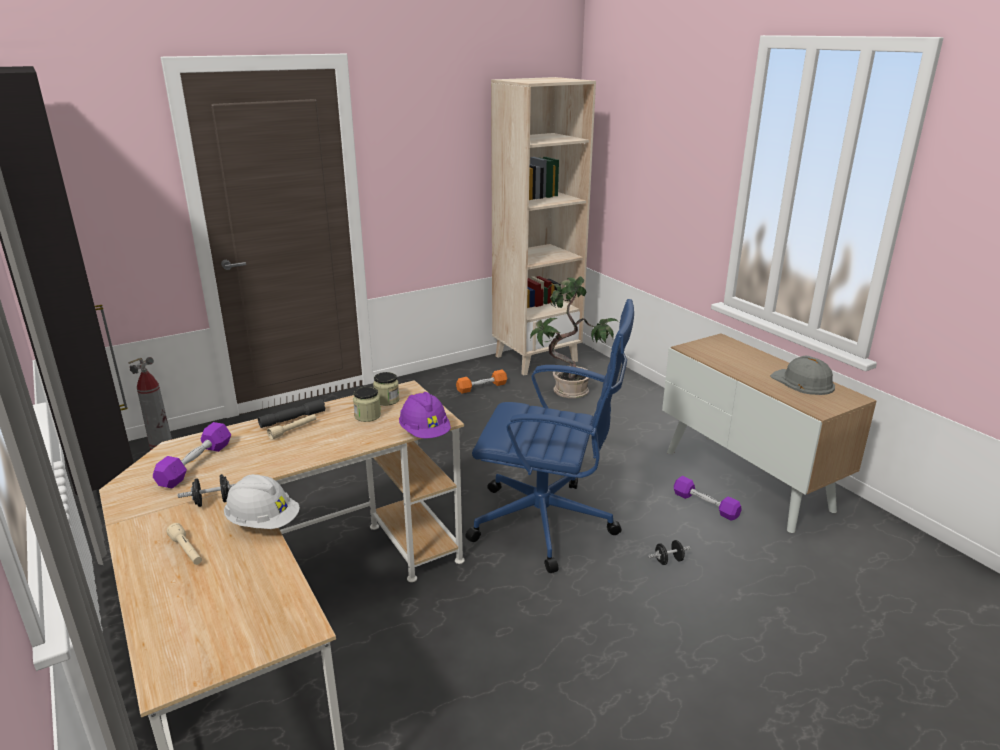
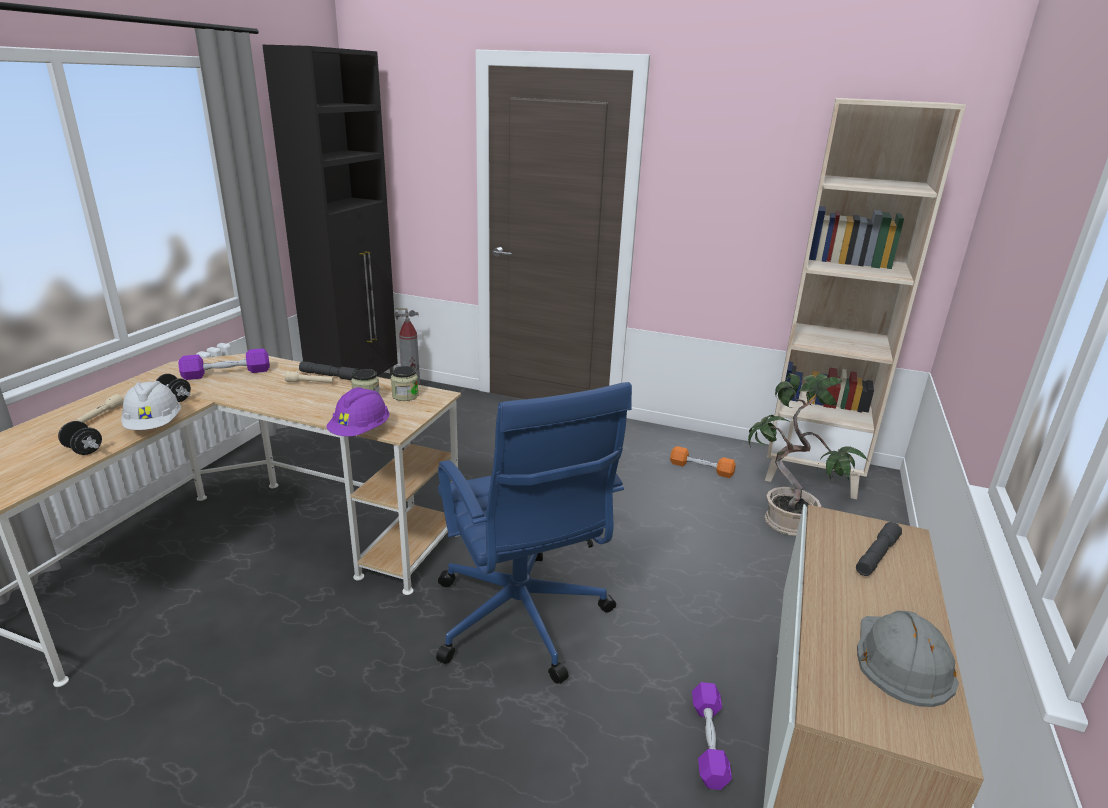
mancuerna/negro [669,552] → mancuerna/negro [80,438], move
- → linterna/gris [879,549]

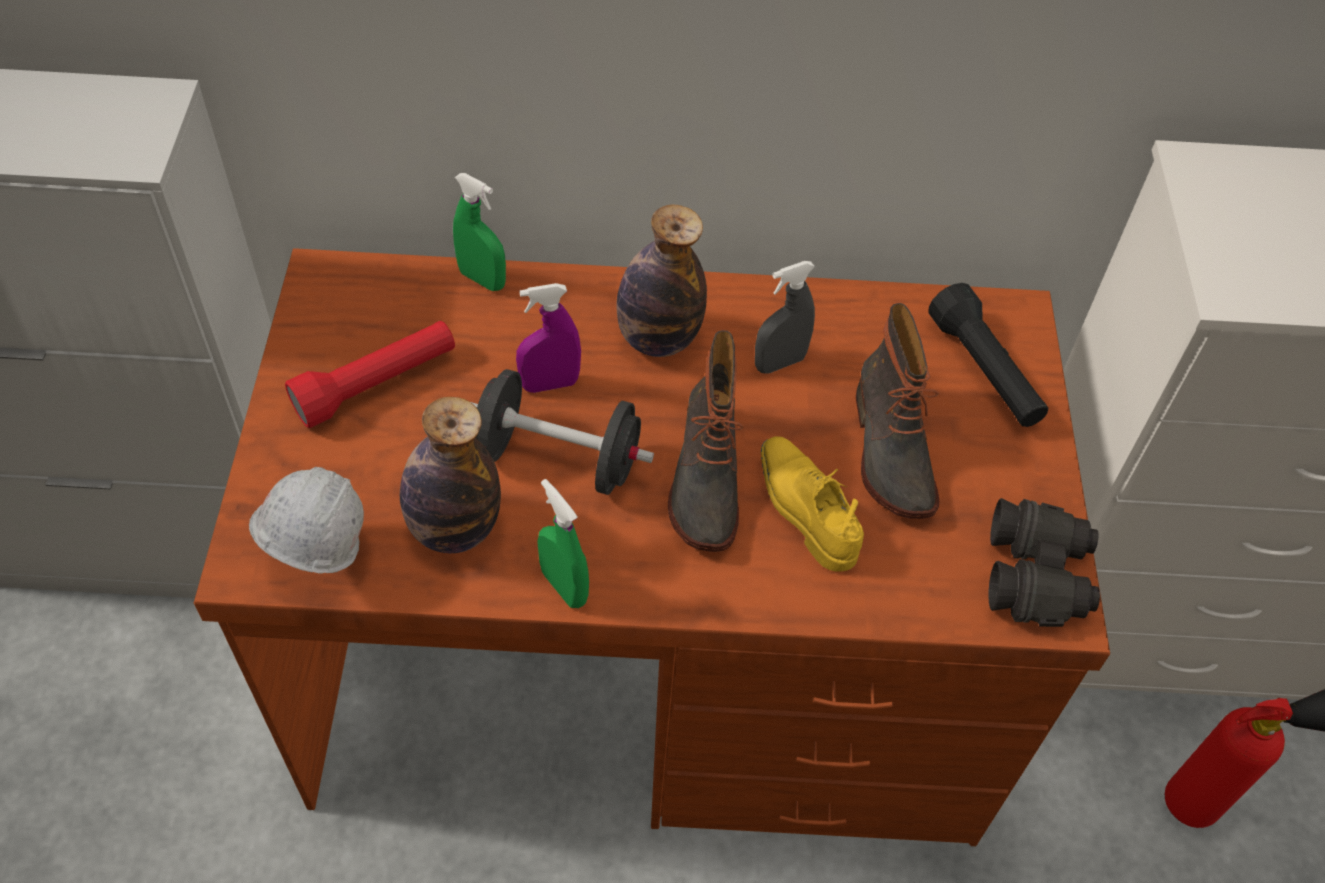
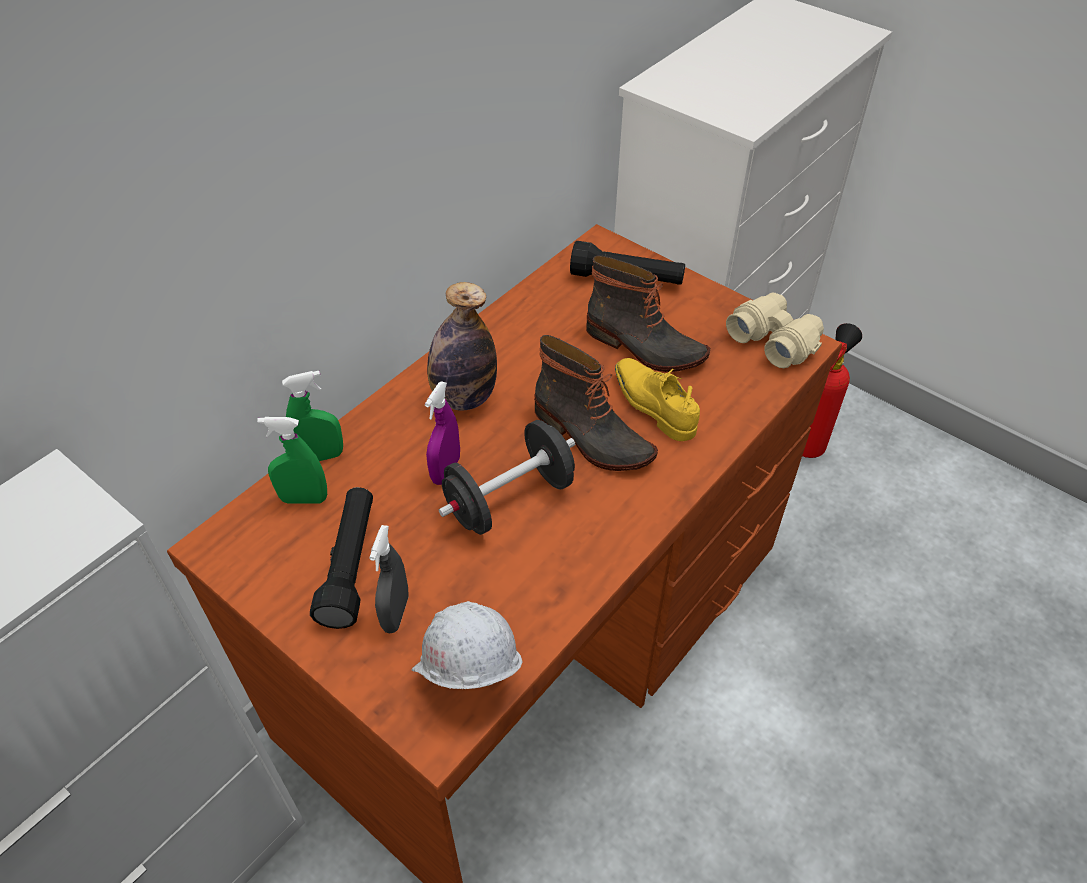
linterna/rojo [370,375] → linterna/negro [341,558]
botella [450,475] → -
pulverizador/verde [563,543] → pulverizador/verde [292,460], move
pulverizador/gris [785,317] → pulverizador/gris [389,579], move
zapato/amarillo [812,504] → zapato/amarillo [657,399], 45 degrees clockwise
prismáticos/negro [1044,562] → prismáticos/beis [775,330]

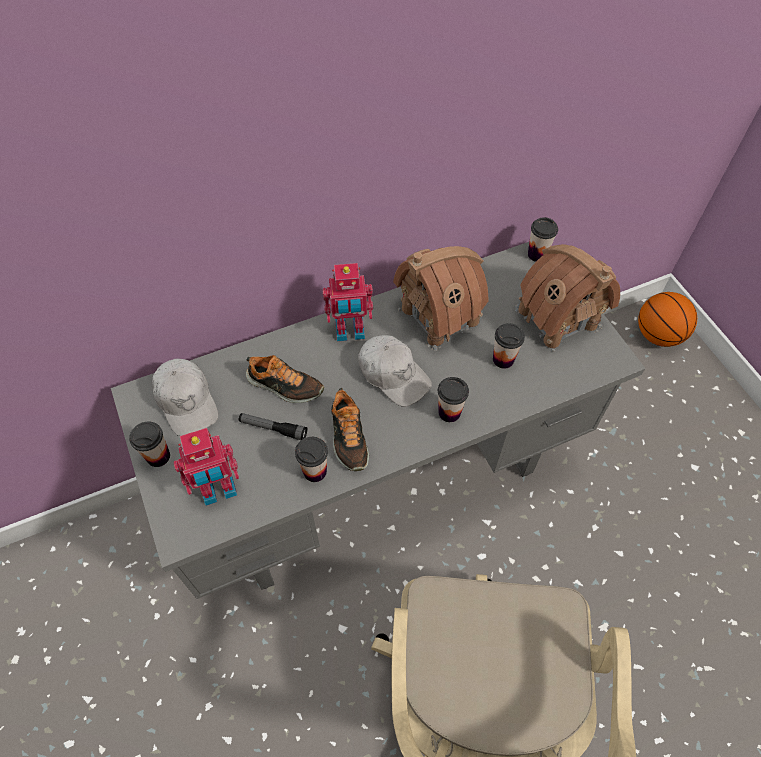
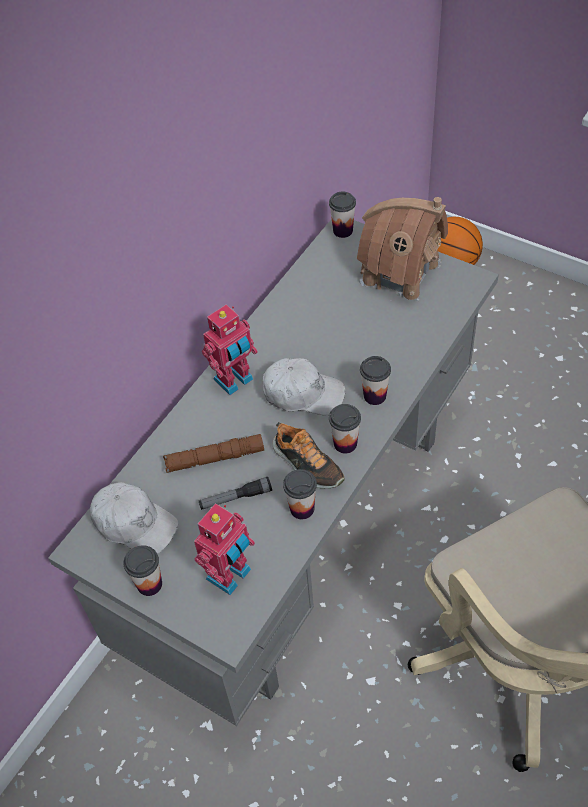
zapato [285,379] → linterna/marrón [213,453]
casita [441,298] → -
taza [509,346] → taza [345,429], move

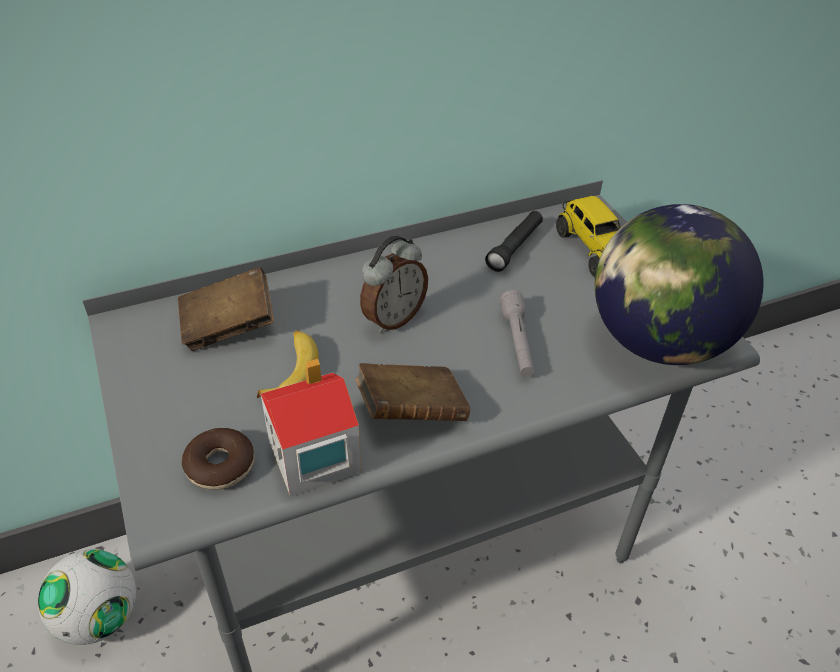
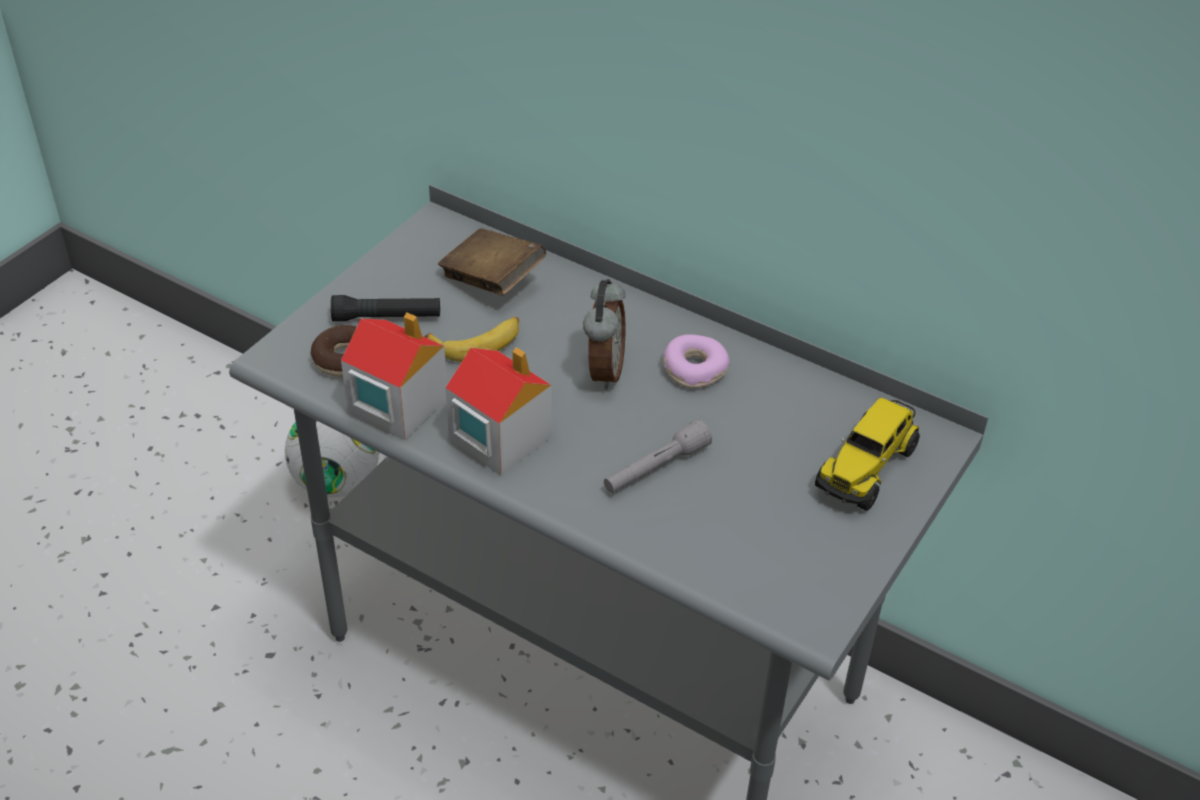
libro/marrón [412,392] → casita [499,411]
despertador [394,284] → despertador [604,334], 90 degrees counterclockwise
linterna/negro [514,241] → linterna/negro [385,308], move
globo terráqueo [679,284] → -
- → rosquilla [696,361]

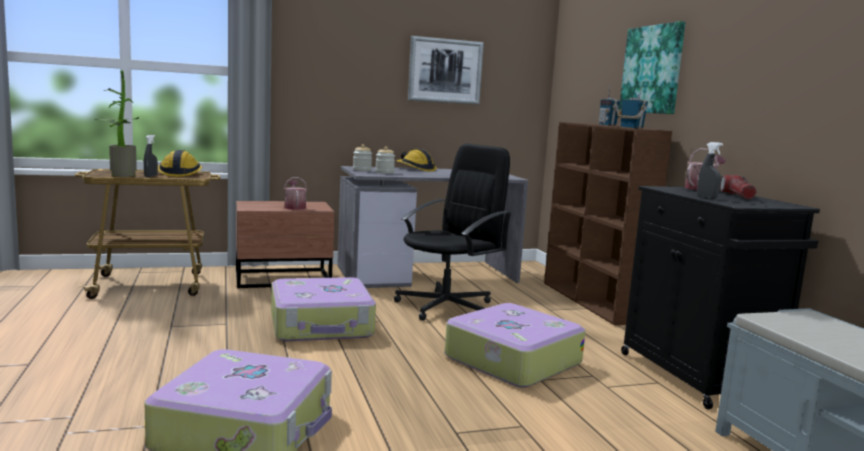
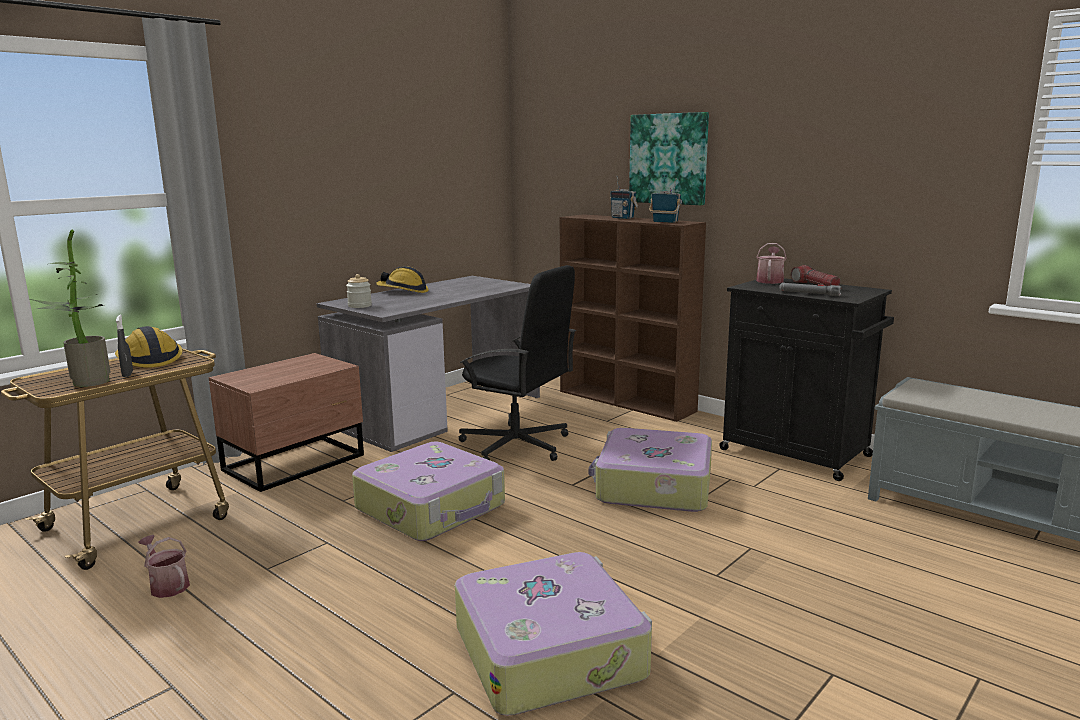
regadera [296,193] → regadera [164,566], move
tarro [385,160] → -
silla de oficina/negro [453,232] → silla de oficina/negro [517,363], 105 degrees clockwise
cuadro [446,70] → -
pulverizador/gris [710,170] → linterna/gris [810,289]

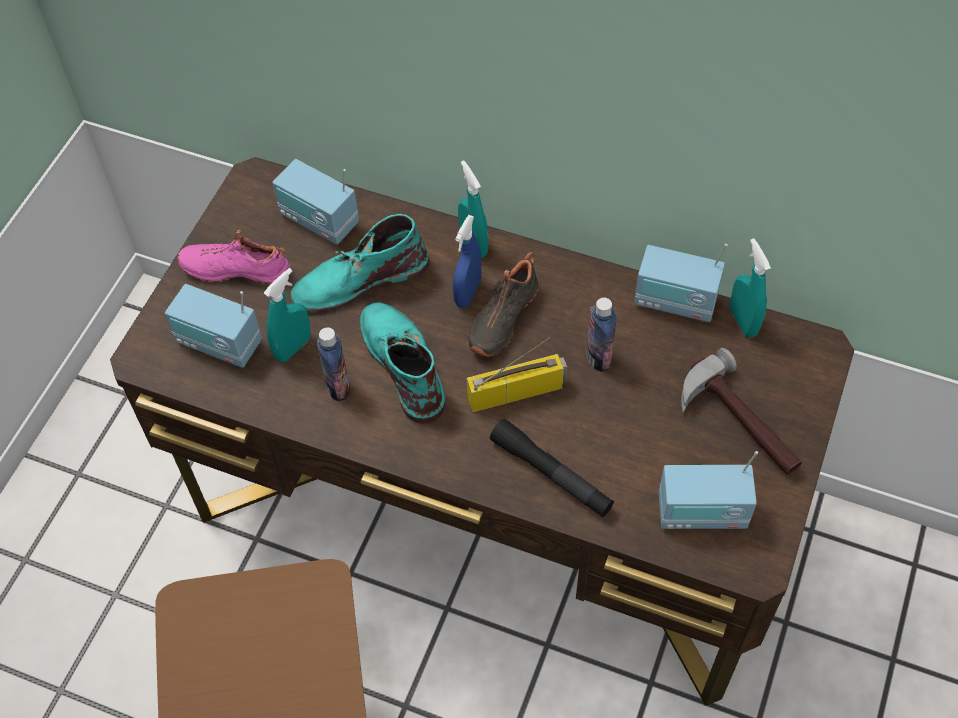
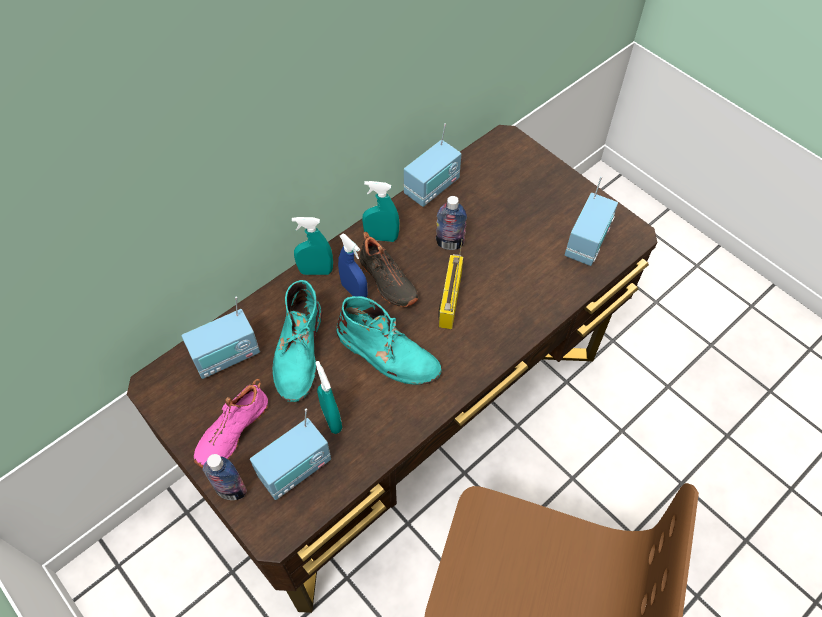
botella [333,364] → botella [225,477], move
bota/turquesa [402,363] → bota/turquesa [389,340], 150 degrees counterclockwise
linterna/negro [552,468] → -
martillo [741,411] → -
pulverizador/turquesa [750,288] → pulverizador/turquesa [380,211], move

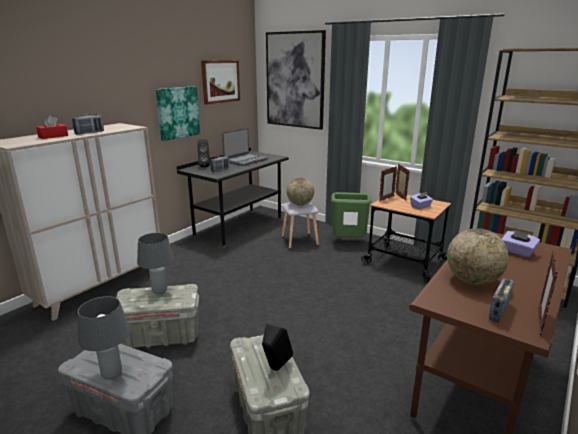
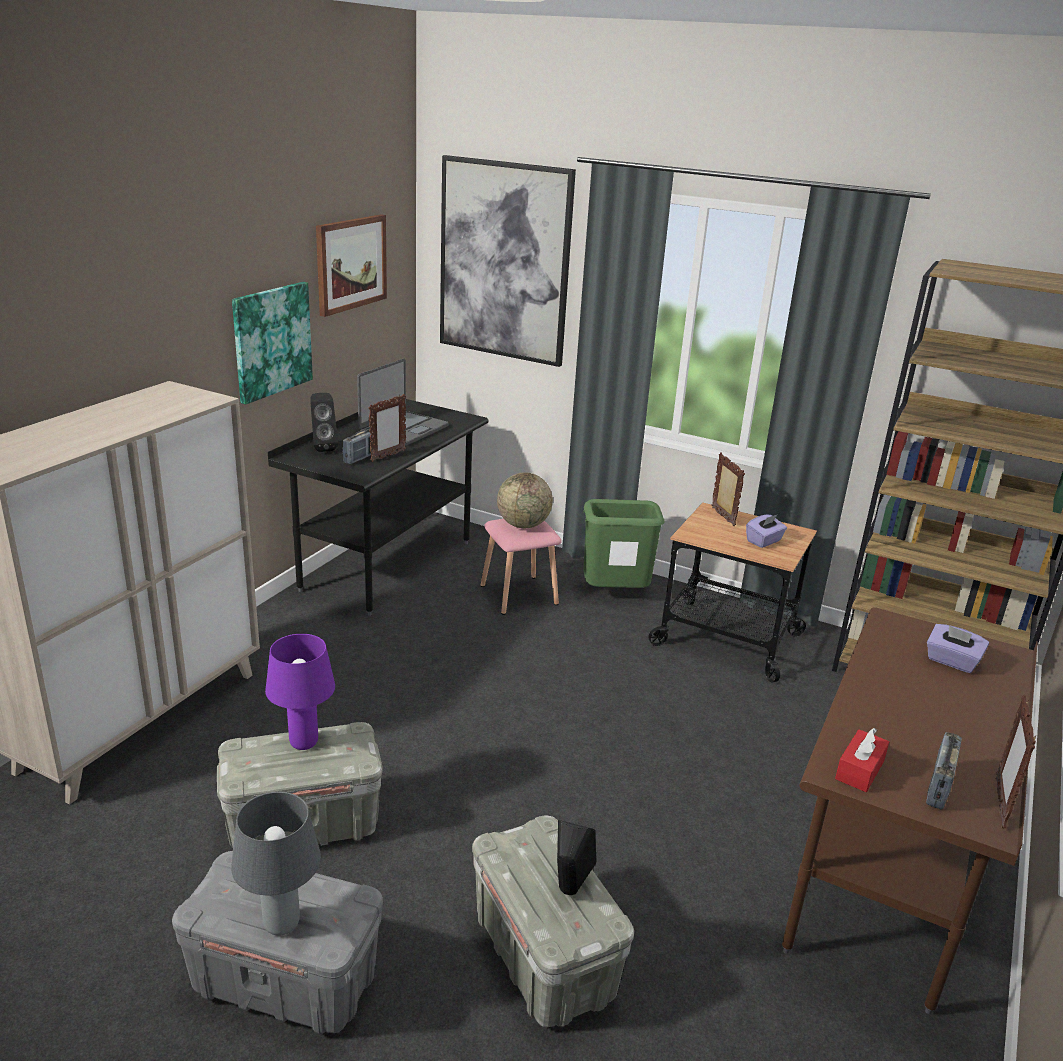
caja de pañuelos/rojo [52,127] → caja de pañuelos/rojo [862,760], move
radio [88,124] → -
lámpara de mesa/gris [155,263] → lámpara de mesa/morado [300,692]
taburete/gris [300,225] → taburete/rosa [521,567]
portarretratos [388,183] → portarretratos [387,428], move
globo terráqueo [478,256] → -

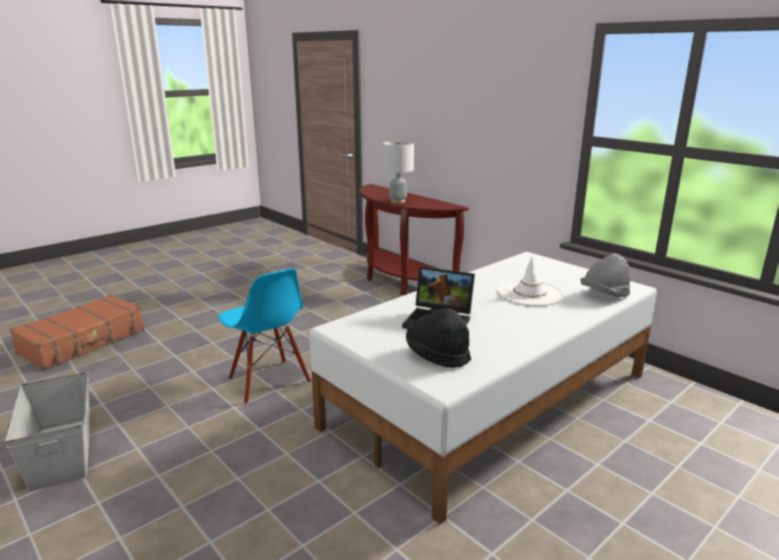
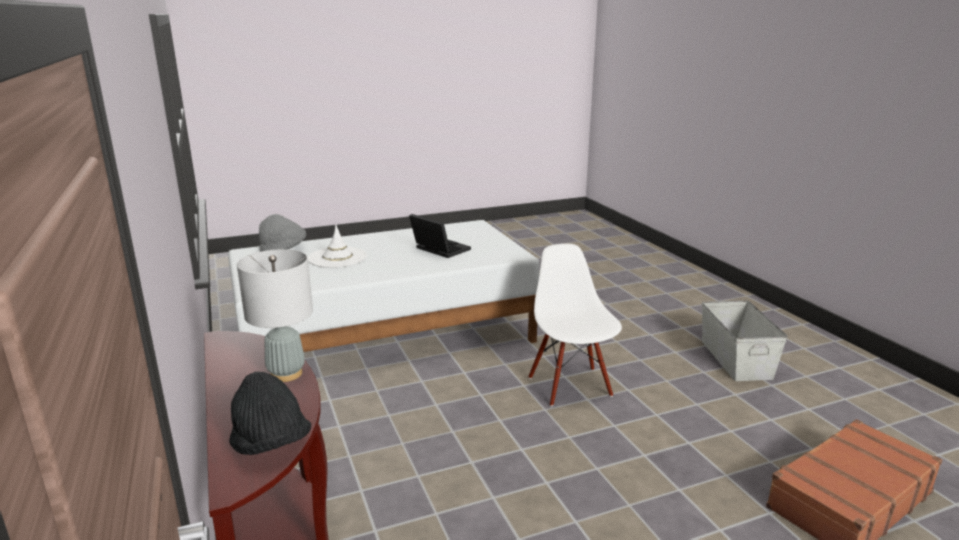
silla/azul [264,336] → silla/blanco [575,325]
sombrero/negro [438,338] → sombrero/negro [270,413], move

